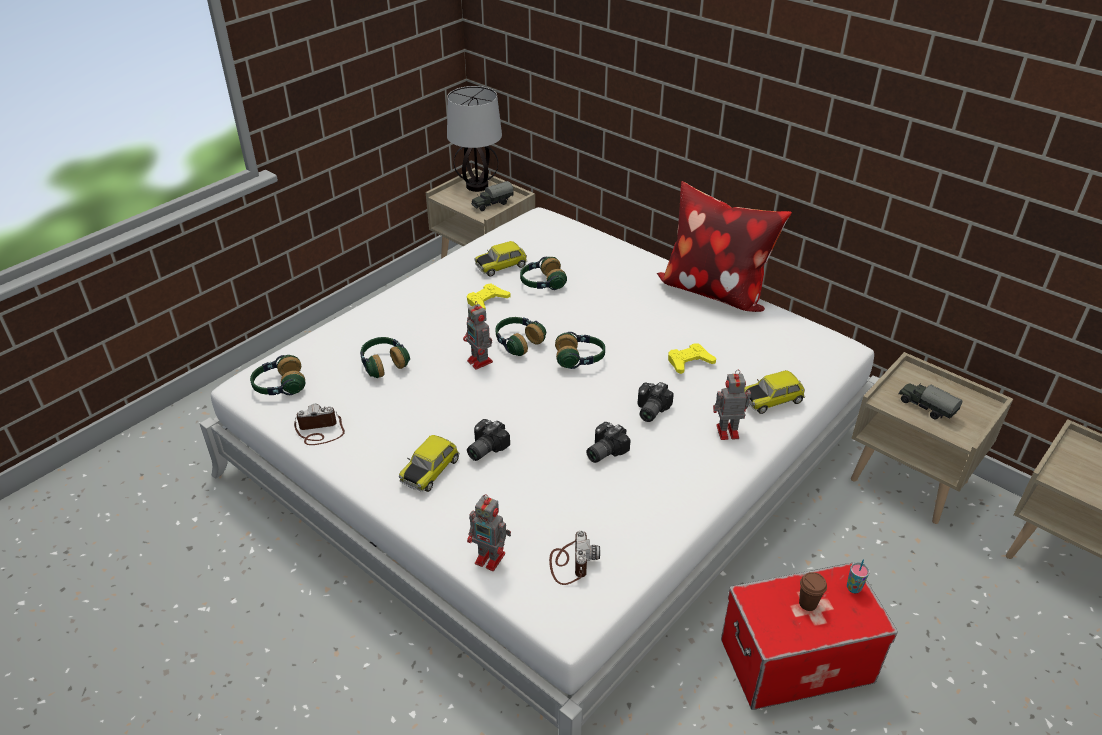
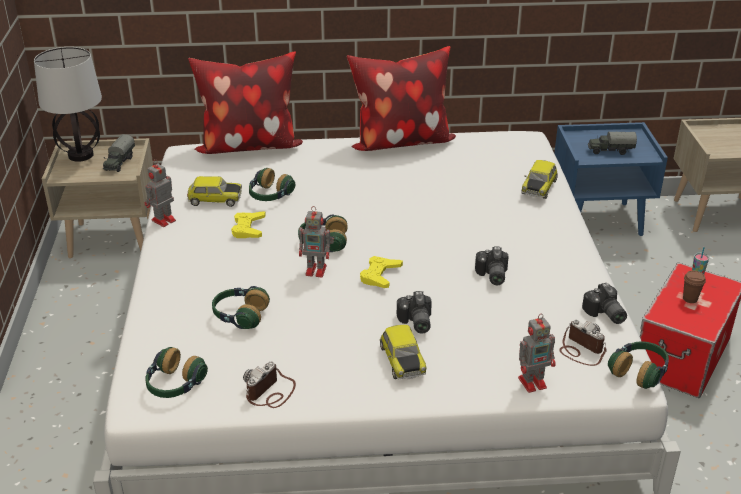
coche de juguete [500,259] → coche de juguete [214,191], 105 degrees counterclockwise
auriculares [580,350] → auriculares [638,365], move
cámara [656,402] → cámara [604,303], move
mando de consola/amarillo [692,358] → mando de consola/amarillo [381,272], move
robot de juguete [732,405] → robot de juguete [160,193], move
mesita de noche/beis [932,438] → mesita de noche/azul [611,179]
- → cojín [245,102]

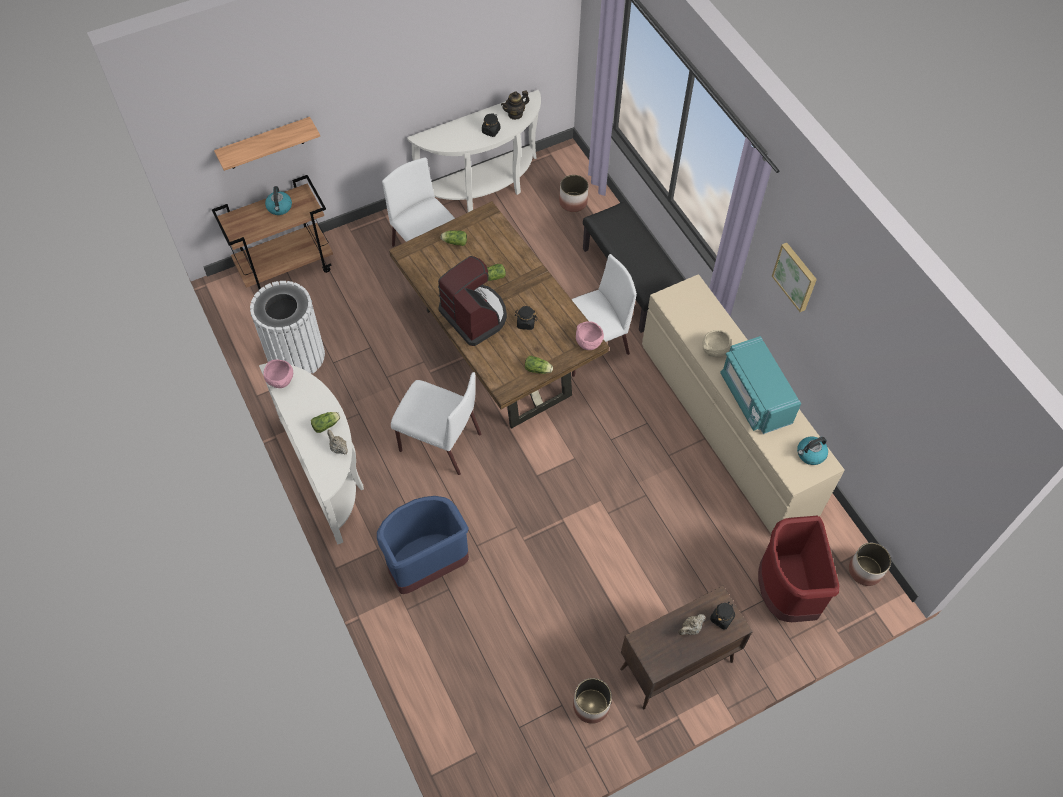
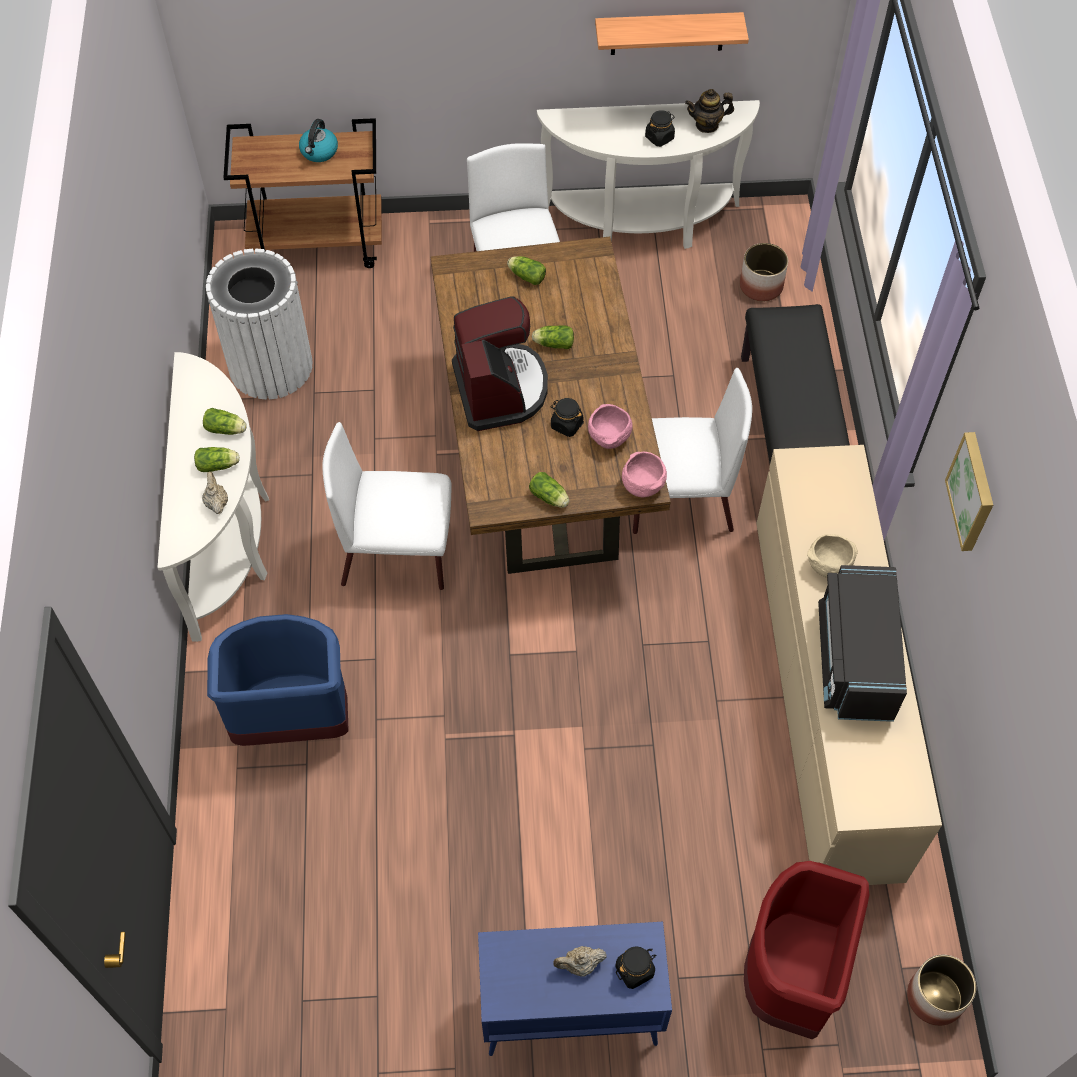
estante [267,144] → estante [672,33], move
cuenco/rosa [278,373] → cuenco/rosa [610,426], move
silla/blanco [436,423] → silla/blanco [387,506], 135 degrees clockwise
maceta [592,701] → -
armario/marrón [686,647] → armario/azul [575,989]
microondas/turquesa [760,385] → microondas/negro [862,643]
hervidor [812,450] → -
- → lechuga [225,421]

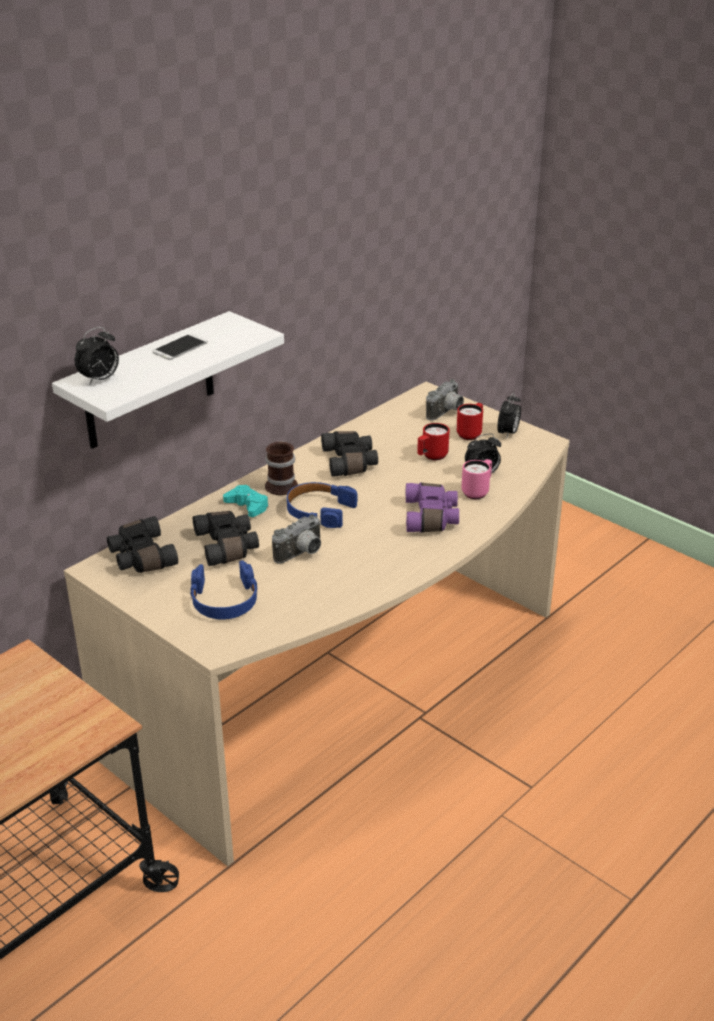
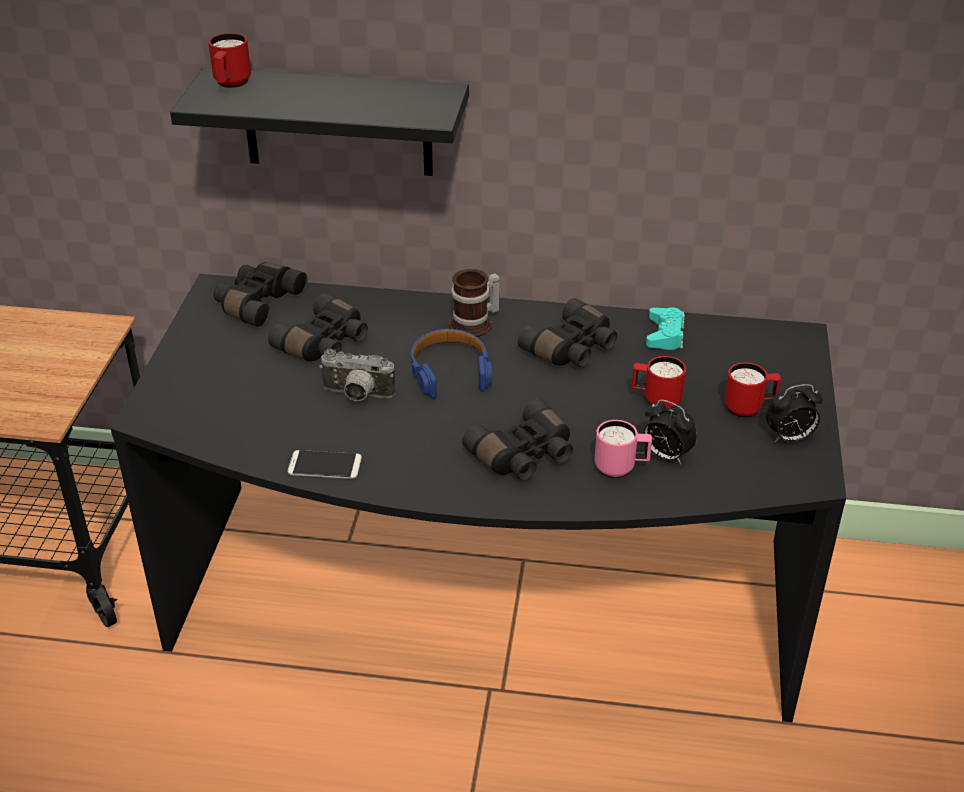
estante/blanco [168,380] → estante/negro [319,122]
escritorio/beis [317,624] → escritorio/negro [478,498]
despertador [97,355] → taza grande/rojo [229,60]
móvil [180,347] → móvil [325,464], move
auriculares/azul [223,590] → -
mando de consola/turquesa [246,501] → mando de consola/turquesa [665,328], move
prismáticos/morado [432,508] → prismáticos/negro [517,439]
cámara [445,399] → -

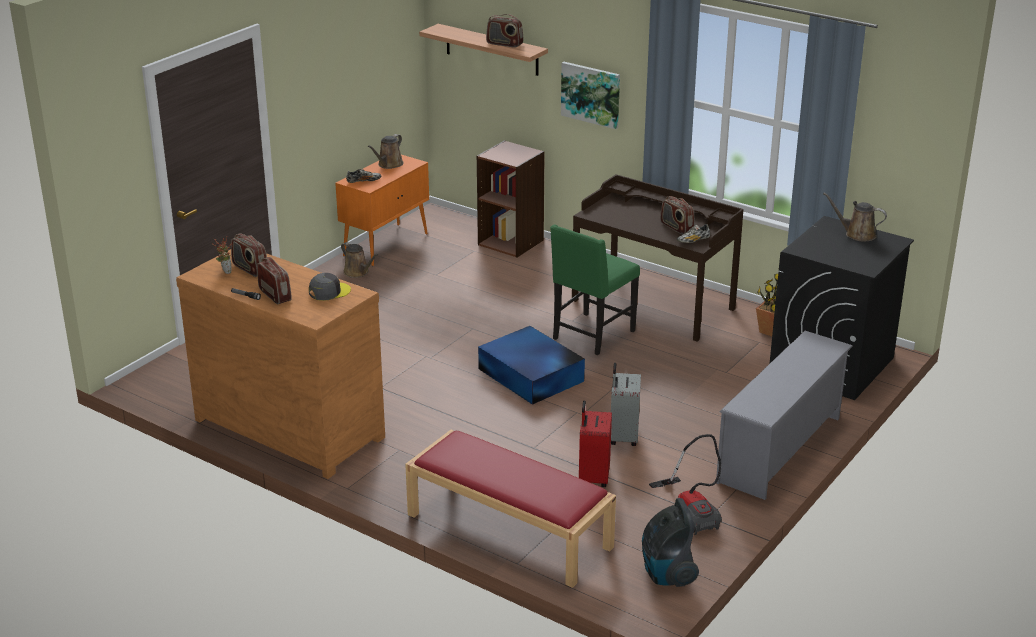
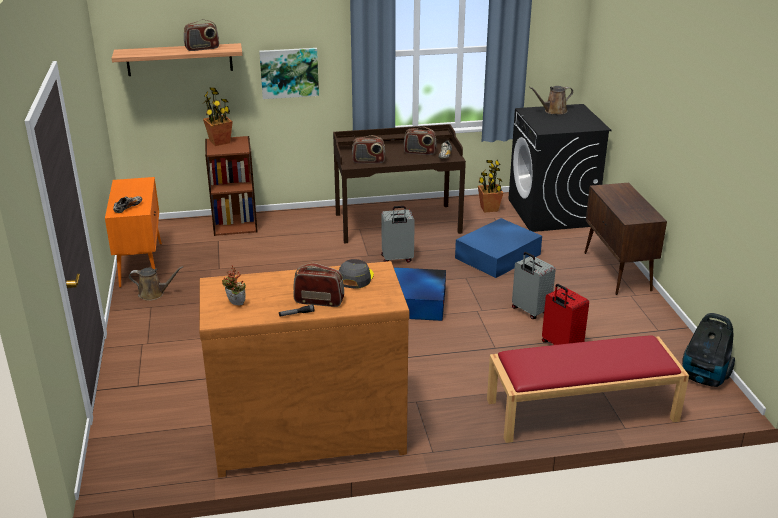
radio [249,255] → radio [368,149], move
regadera/marrón [386,151] → -
silla/verde [595,290] → maleta/gris [398,234]
aspiradora [685,484] → -
zapatero/gris [784,415] → armario/marrón [625,239]
- → planta en maceta [218,116]
- → caja de almacenaje/azul [498,248]

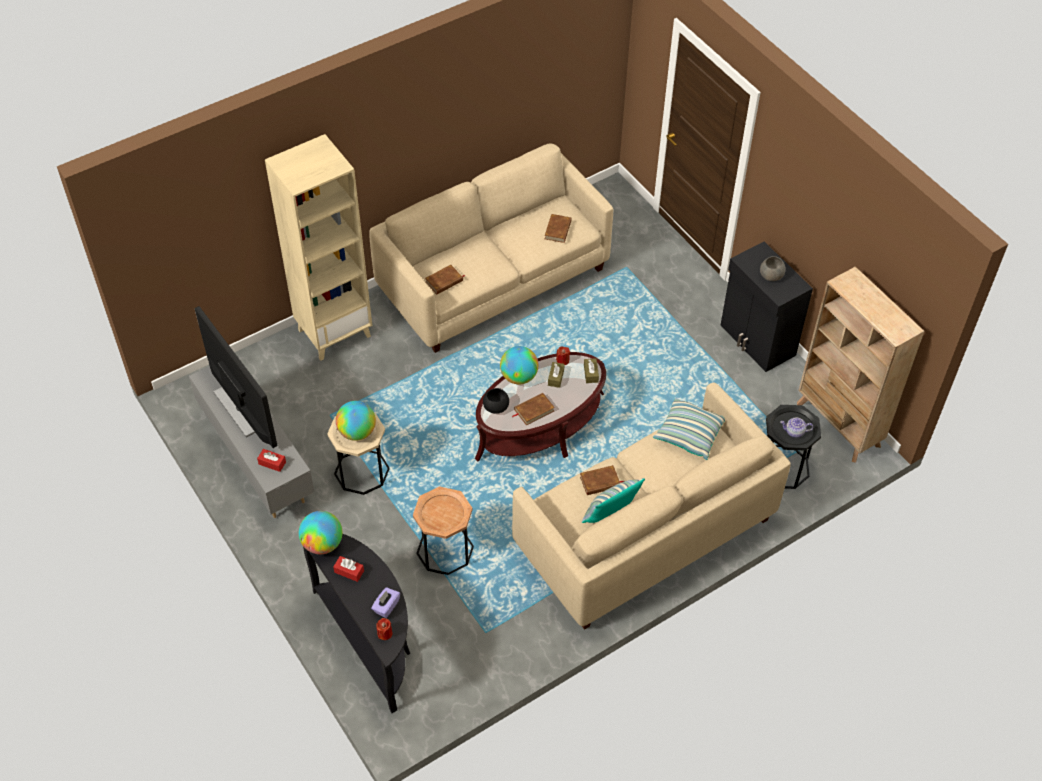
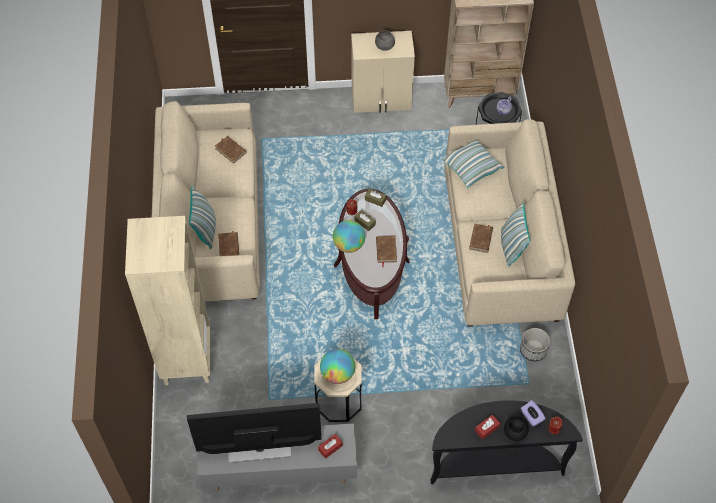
globo terráqueo [320,533] → -
mesa auxiliar/marrón [443,530] → -
cuenco/negro [496,401] → cuenco/negro [516,428], move
armario/negro [767,307] → armario/beis [383,72]
- → cojín [202,217]
- → maceta [535,345]

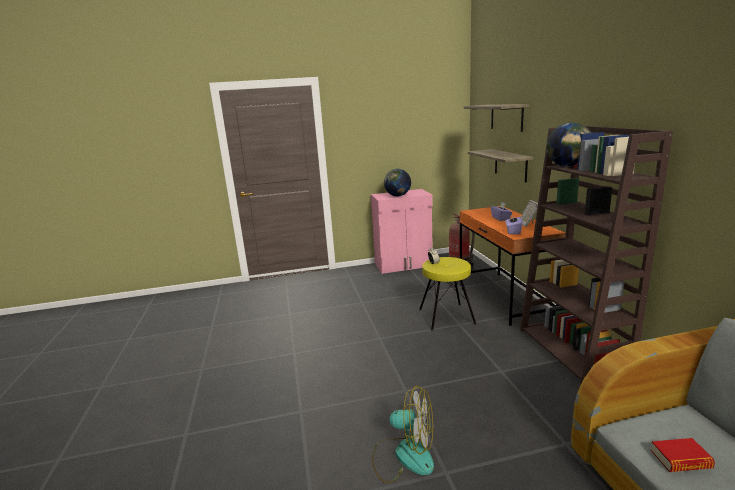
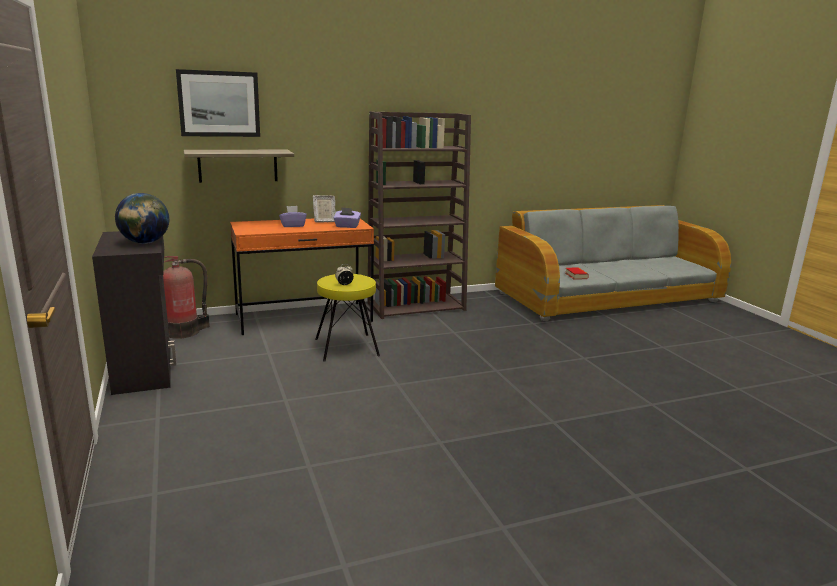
armario/rosa [402,231] → armario/negro [134,313]
ventilador [403,435] → -
estante [497,118] → cuadro [218,103]
globo terráqueo [568,145] → -

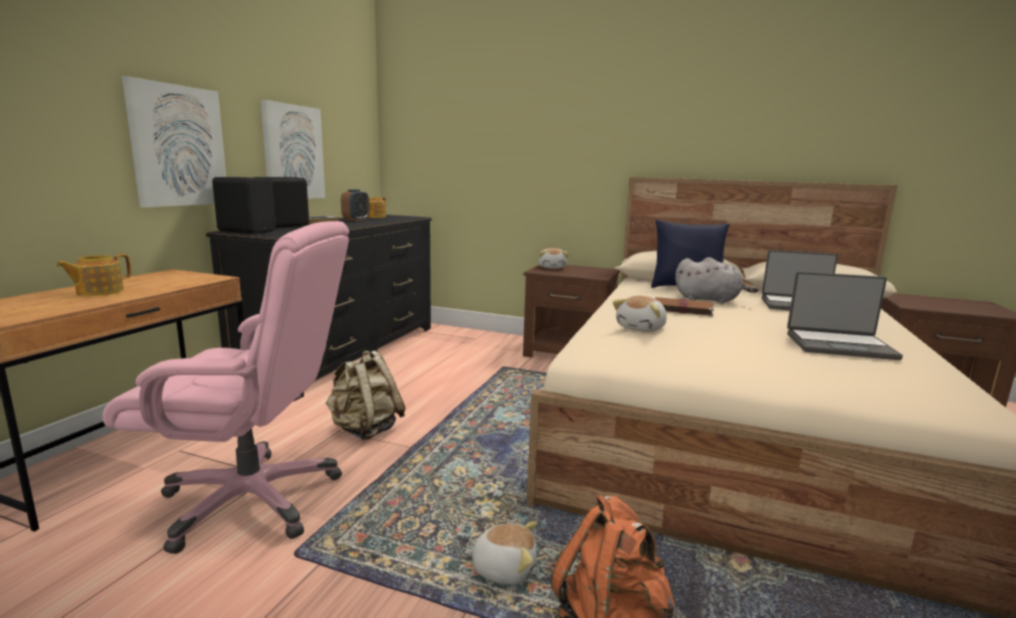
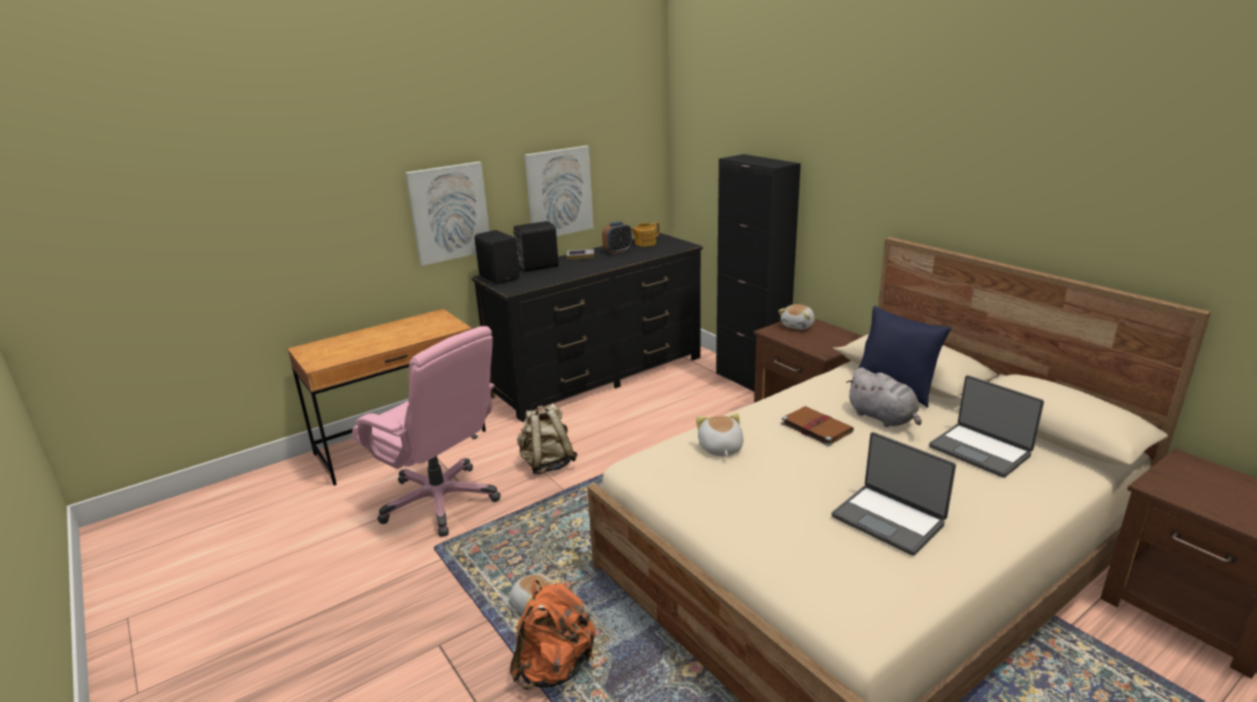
tetera [93,275] → -
peluche [639,314] → peluche [720,434], 105 degrees clockwise
- → armario/negro [758,273]

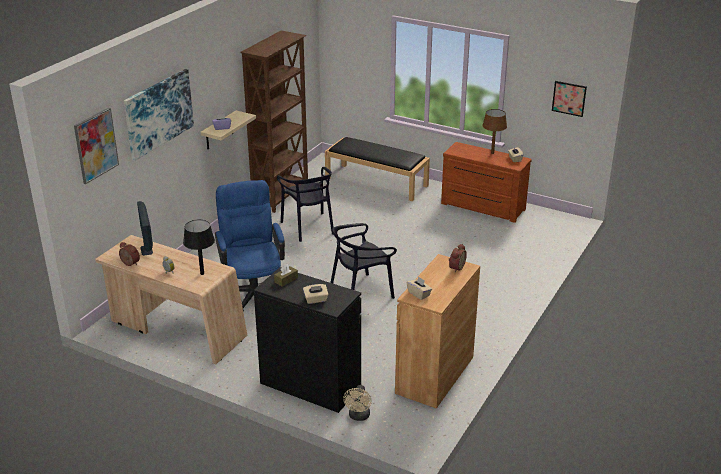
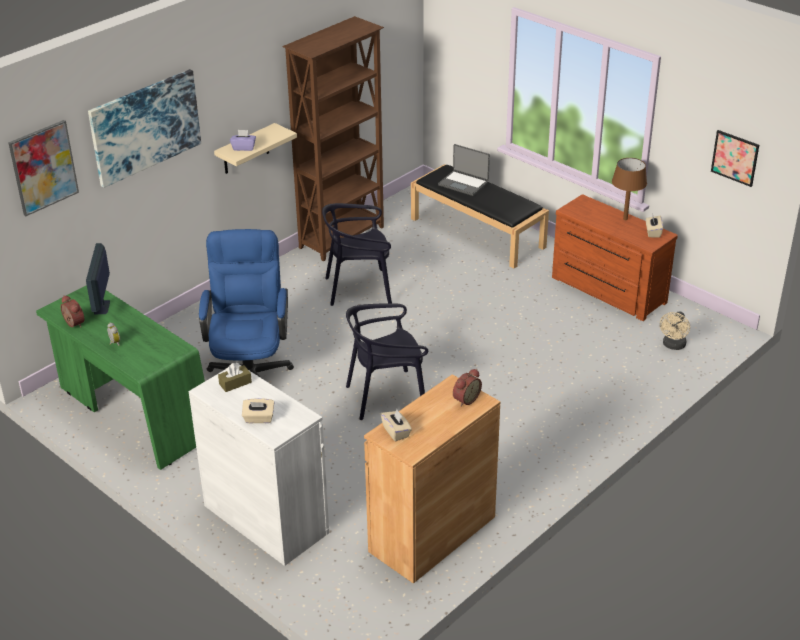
escritorio/beis [171,299] → escritorio/verde [120,377]
lámpara de mesa/negro [199,247] → -
armario/negro [307,340] → armario/blanco [259,465]
silla/negro [305,204] → silla/negro [357,254], 90 degrees clockwise
ventilador/beis [357,403] → ventilador/beis [675,330], move
- → portátil [464,170]

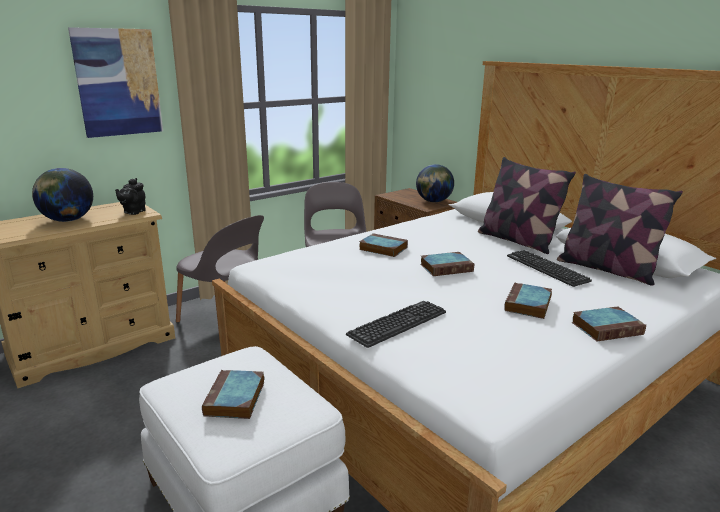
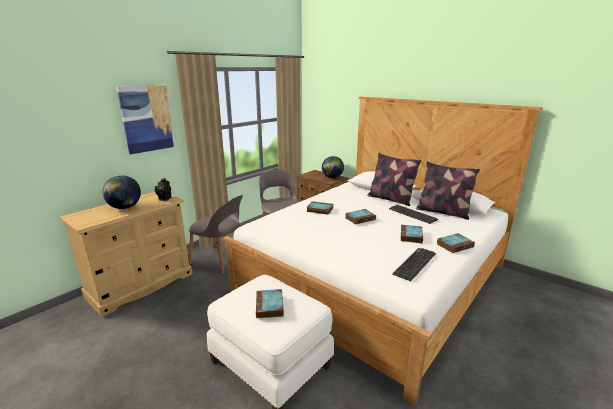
teclado [396,324] → teclado [414,264], move

